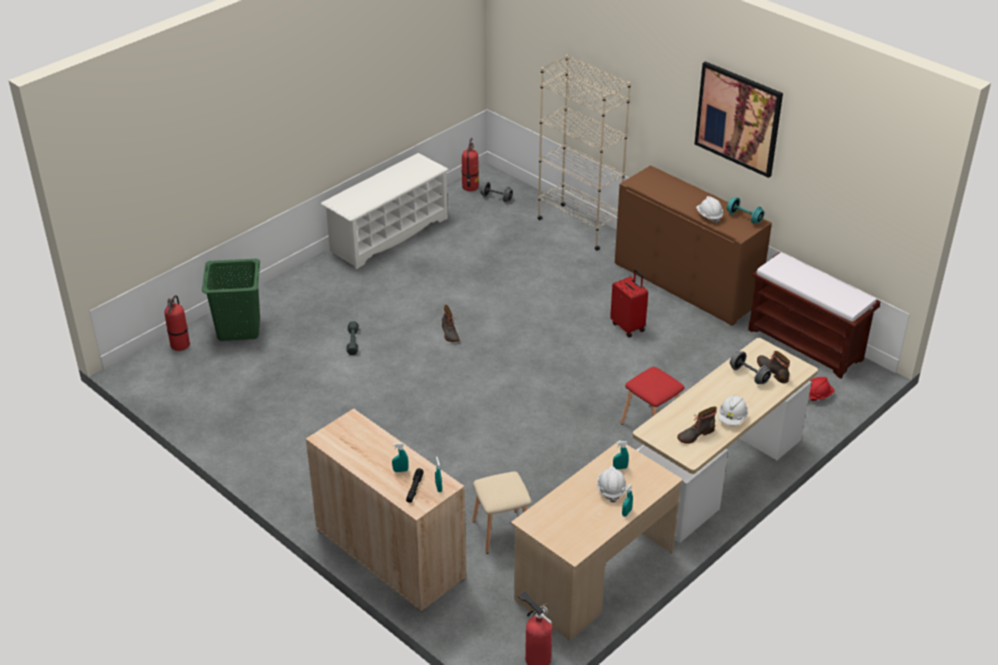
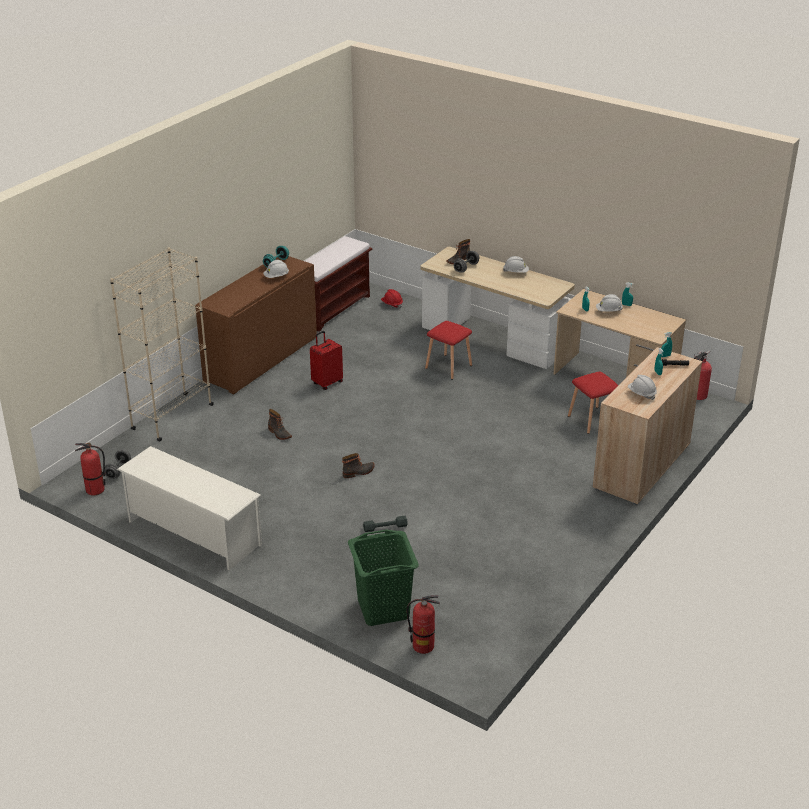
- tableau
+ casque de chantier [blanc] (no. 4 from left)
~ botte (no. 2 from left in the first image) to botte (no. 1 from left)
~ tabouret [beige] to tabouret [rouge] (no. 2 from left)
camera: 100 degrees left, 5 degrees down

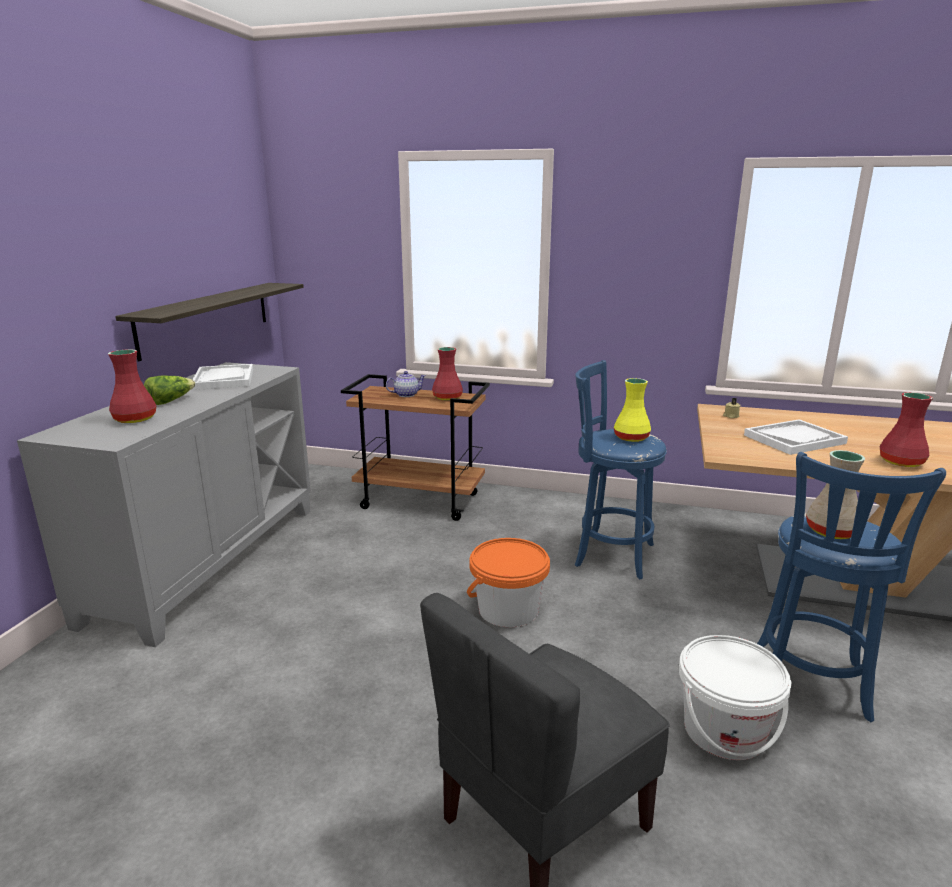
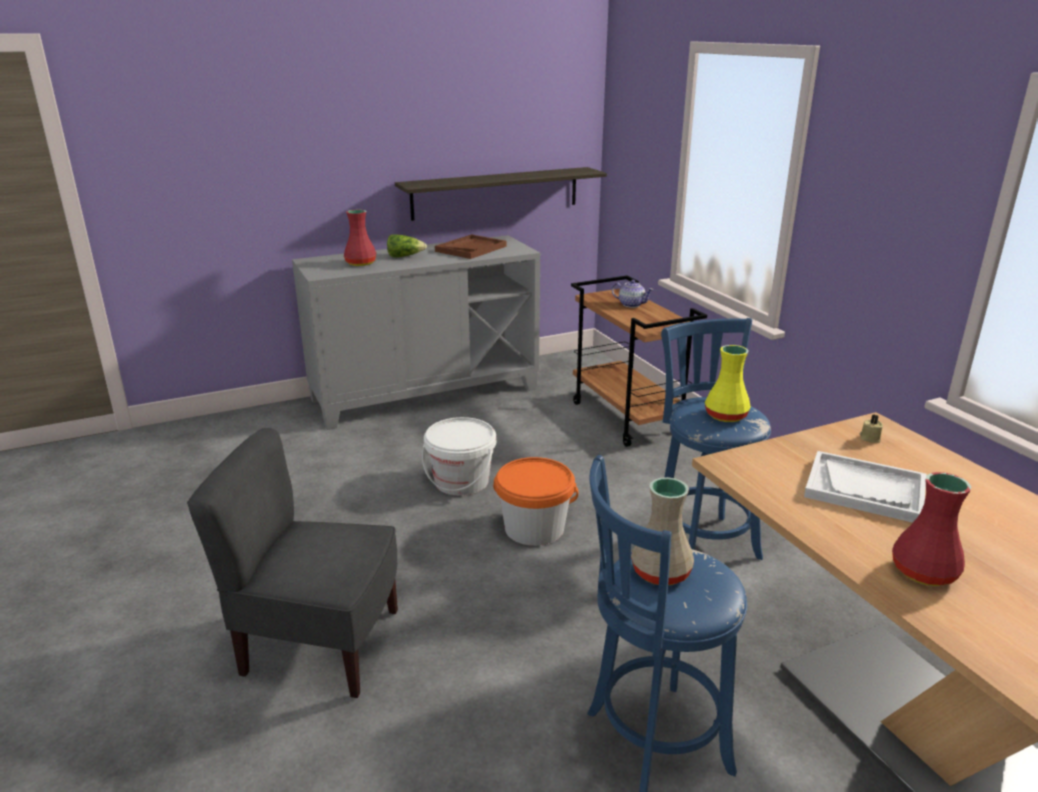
- vase [rouge] (no. 2 from left)
~ seau [blanc]
~ plateau [blanc] (no. 1 from left) to plateau [marron]
camera: 50 degrees right, 5 degrees up

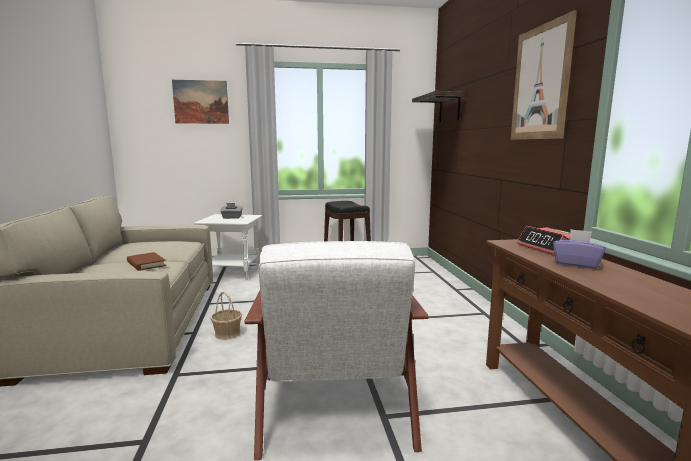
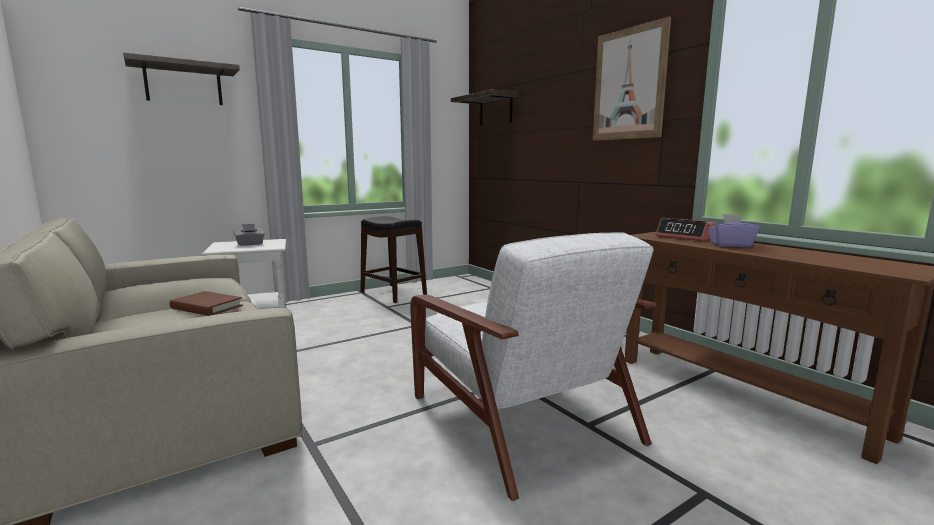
- panier
~ tableau (no. 1 from left) to étagère (no. 1 from left)
camera: 25 degrees left, 0 degrees up

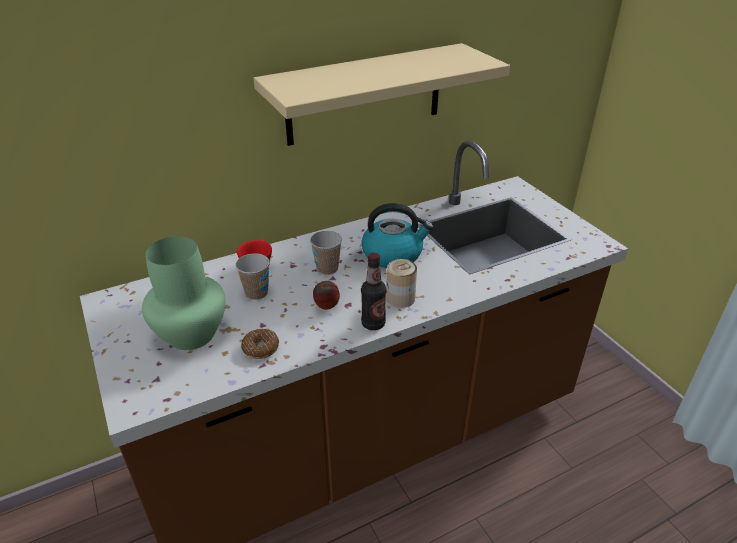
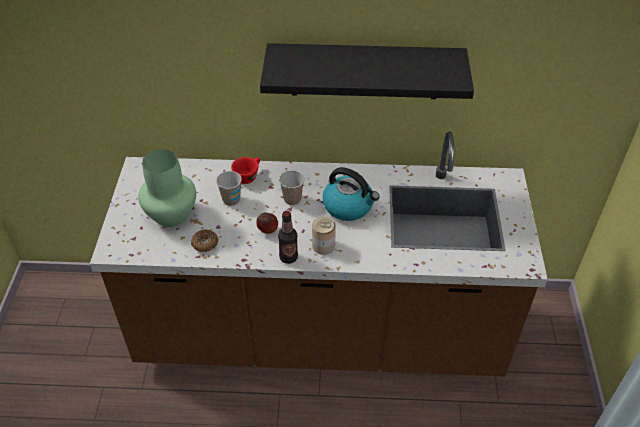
~ étagère [beige] to étagère [noir]
camera: 30 degrees right, 10 degrees up

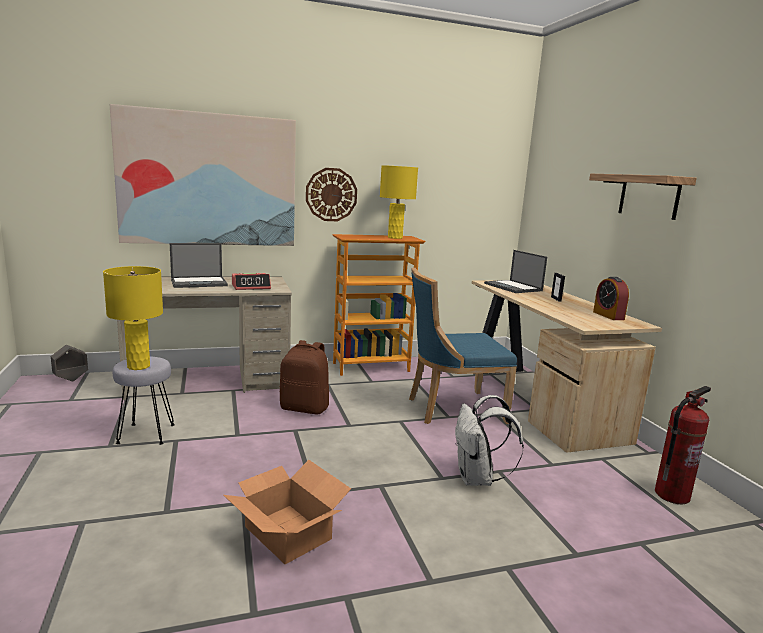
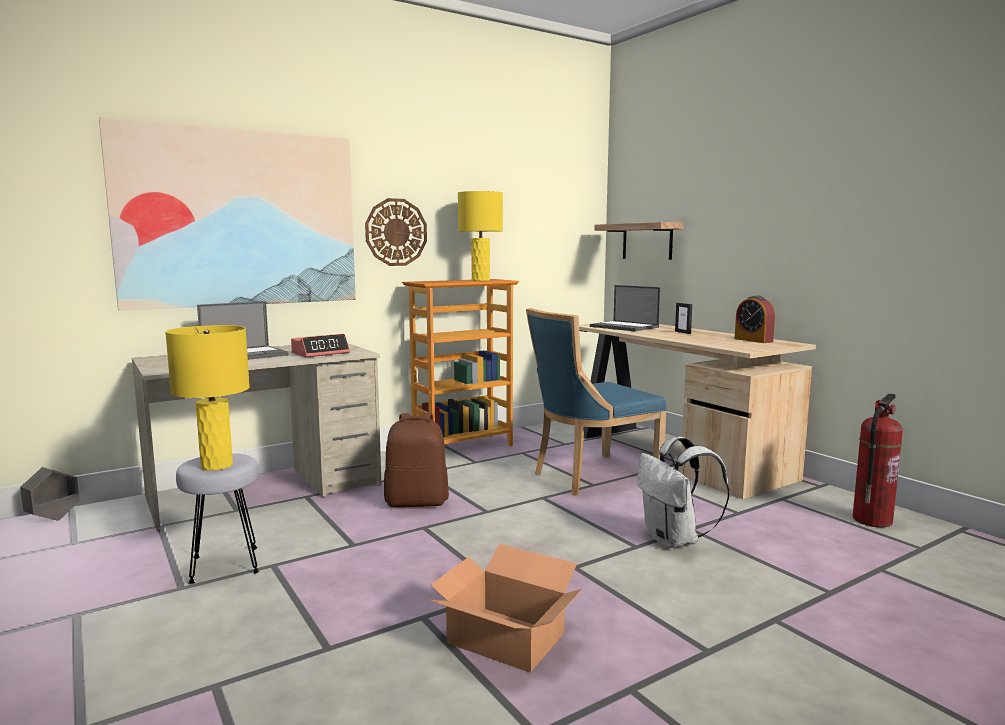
~ étagère
camera: 15 degrees left, 5 degrees down

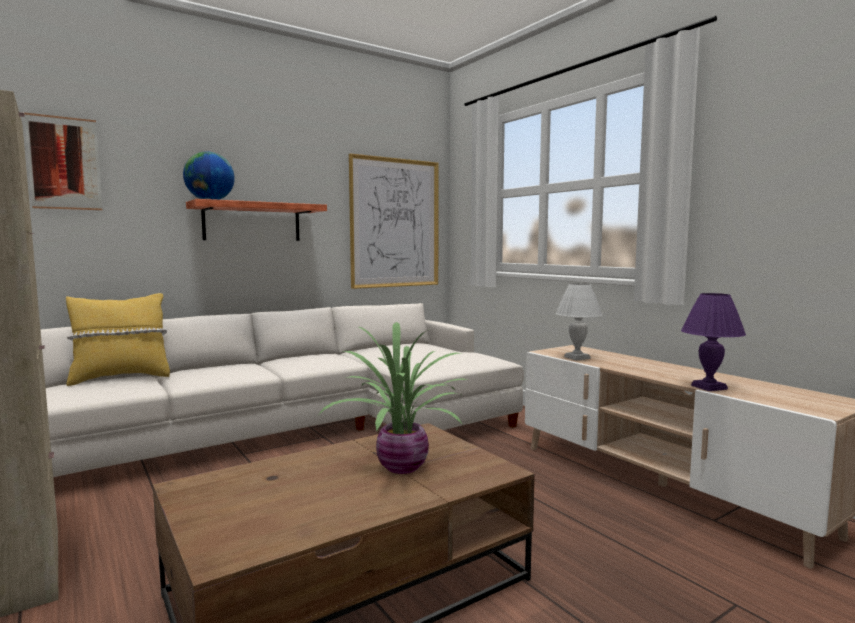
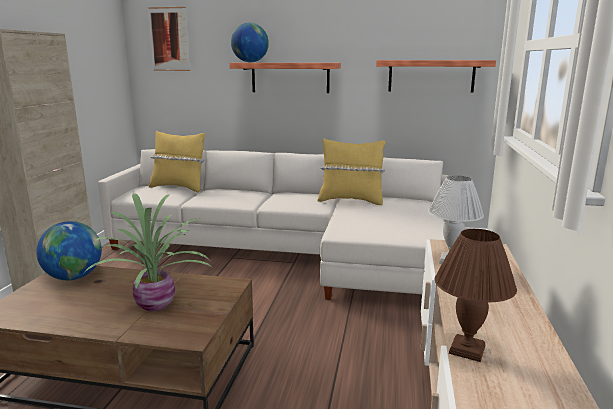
+ globe (no. 1 from left)
+ coussin [jaune] (no. 2 from left)
~ tableau (no. 2 from left) to étagère (no. 2 from left)
~ lampe de table [violet] to lampe de table [marron]
camera: 45 degrees right, 10 degrees up

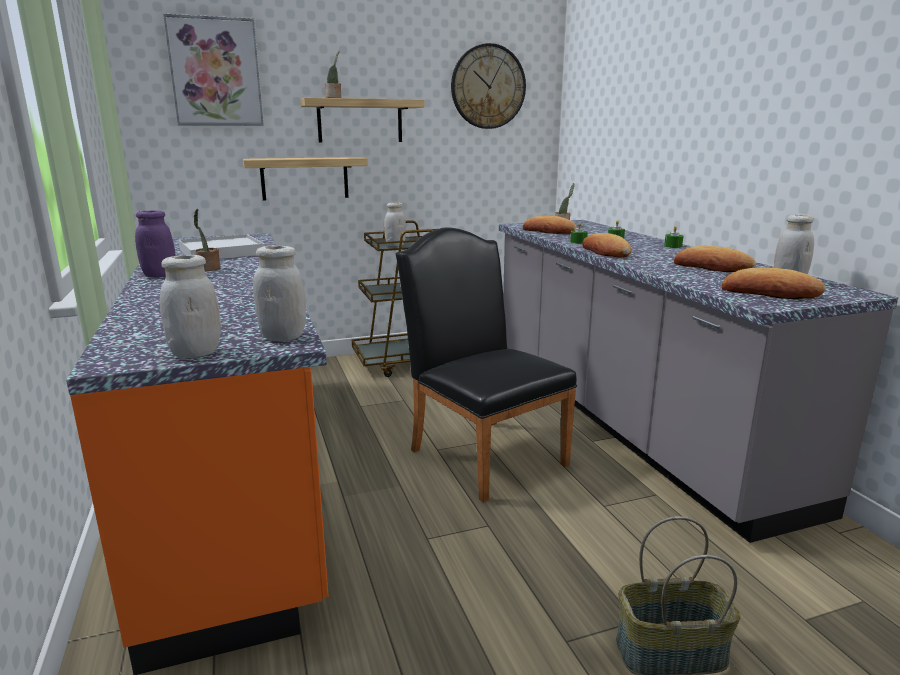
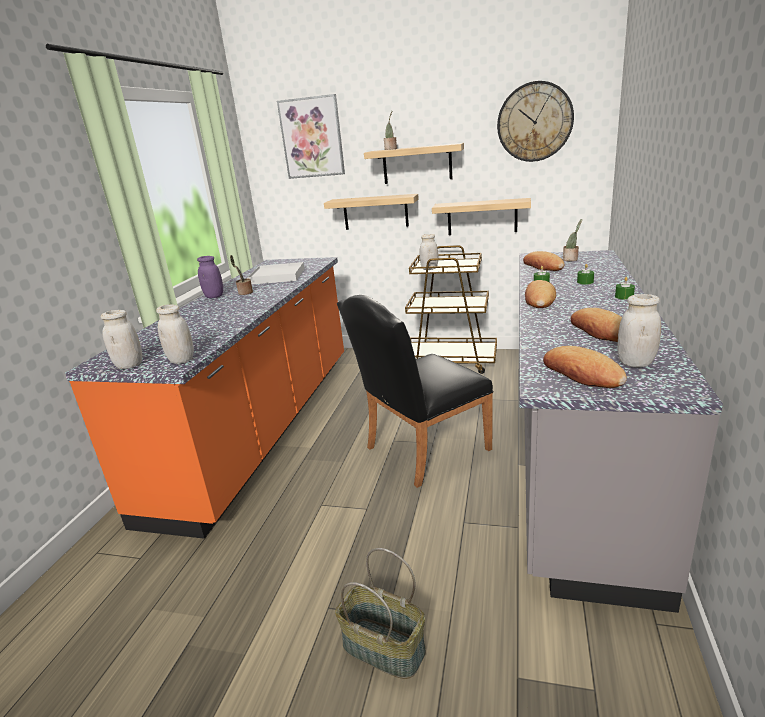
+ étagère (no. 3 from left)
~ chaise [noir] 120 degrees counterclockwise
camera: 35 degrees right, 5 degrees up

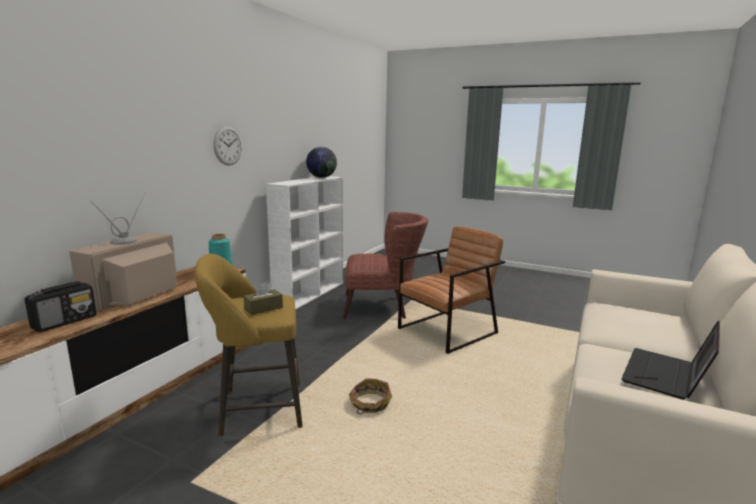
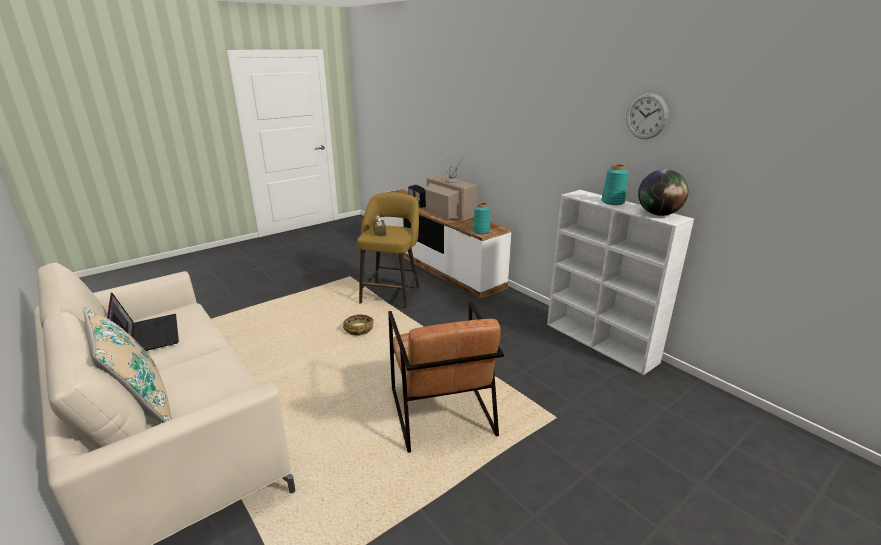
- fauteuil [marron] (no. 1 from left)
+ coussin [beige]
+ vase [turquoise] (no. 2 from left)
~ horloge murale
camera: 115 degrees right, 10 degrees up

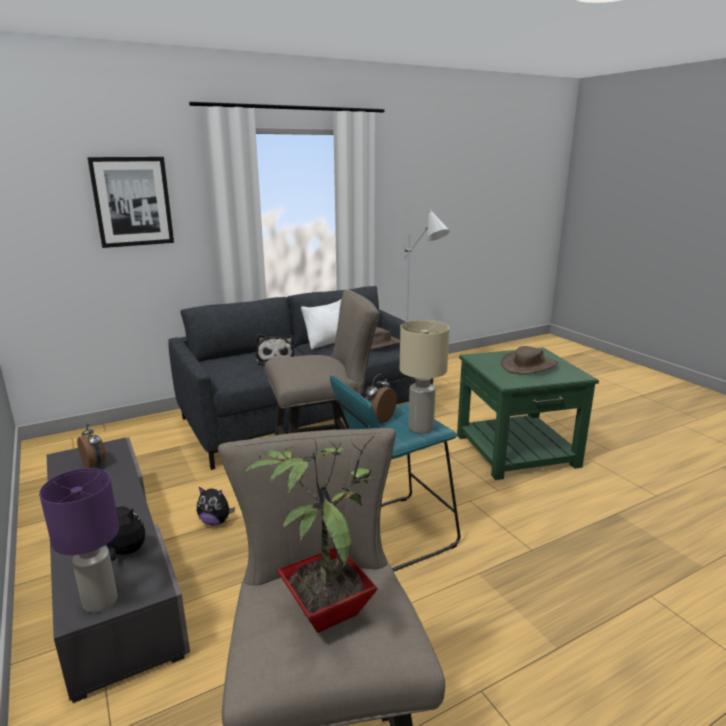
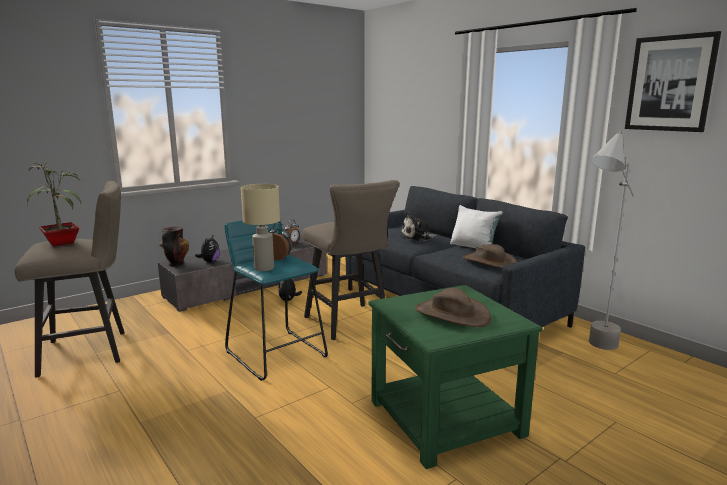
~ tableau
~ lampe de table [violet] to vase
camera: 80 degrees right, 5 degrees down

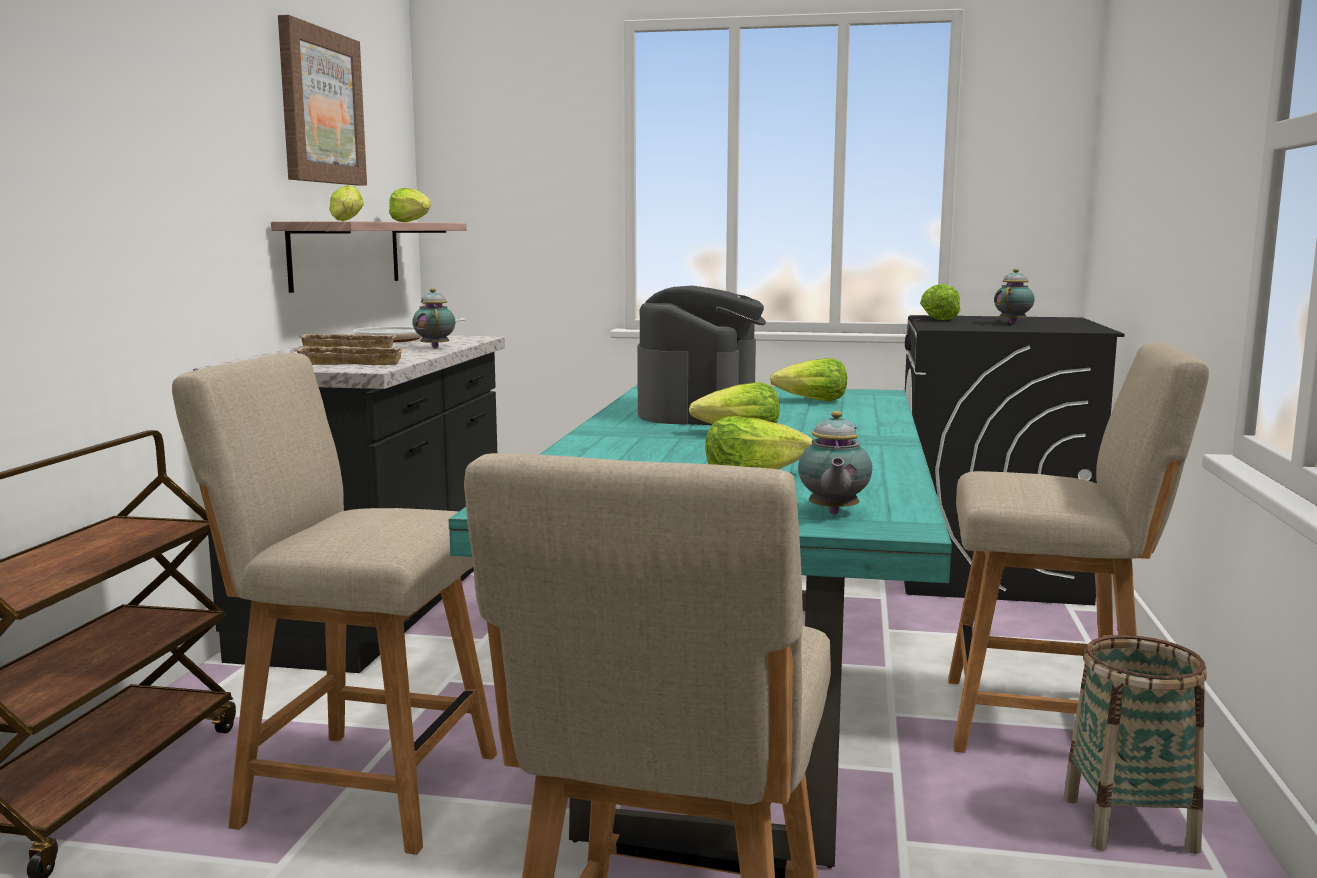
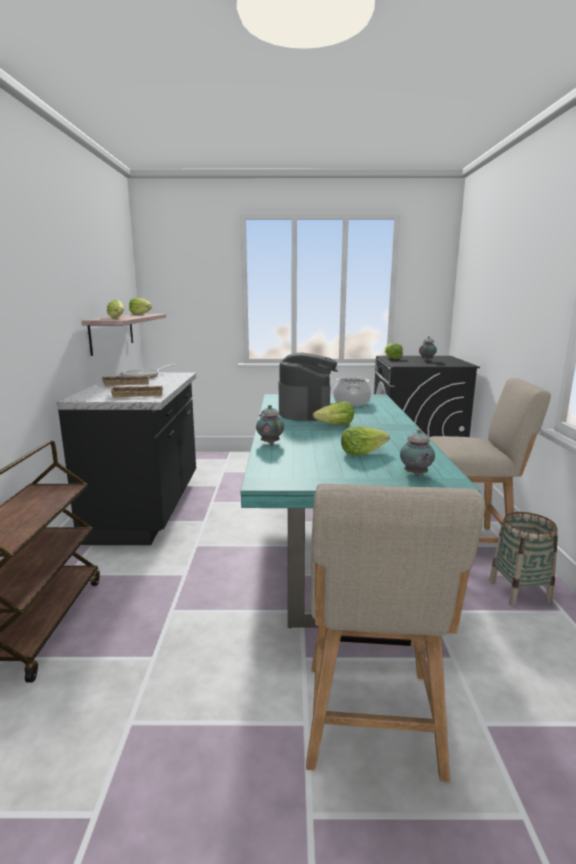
- chaise [beige] (no. 1 from left)
- tableau
~ théière (no. 1 from left)
~ laitue (no. 5 from left) to marmite
camera: 10 degrees left, 5 degrees up

